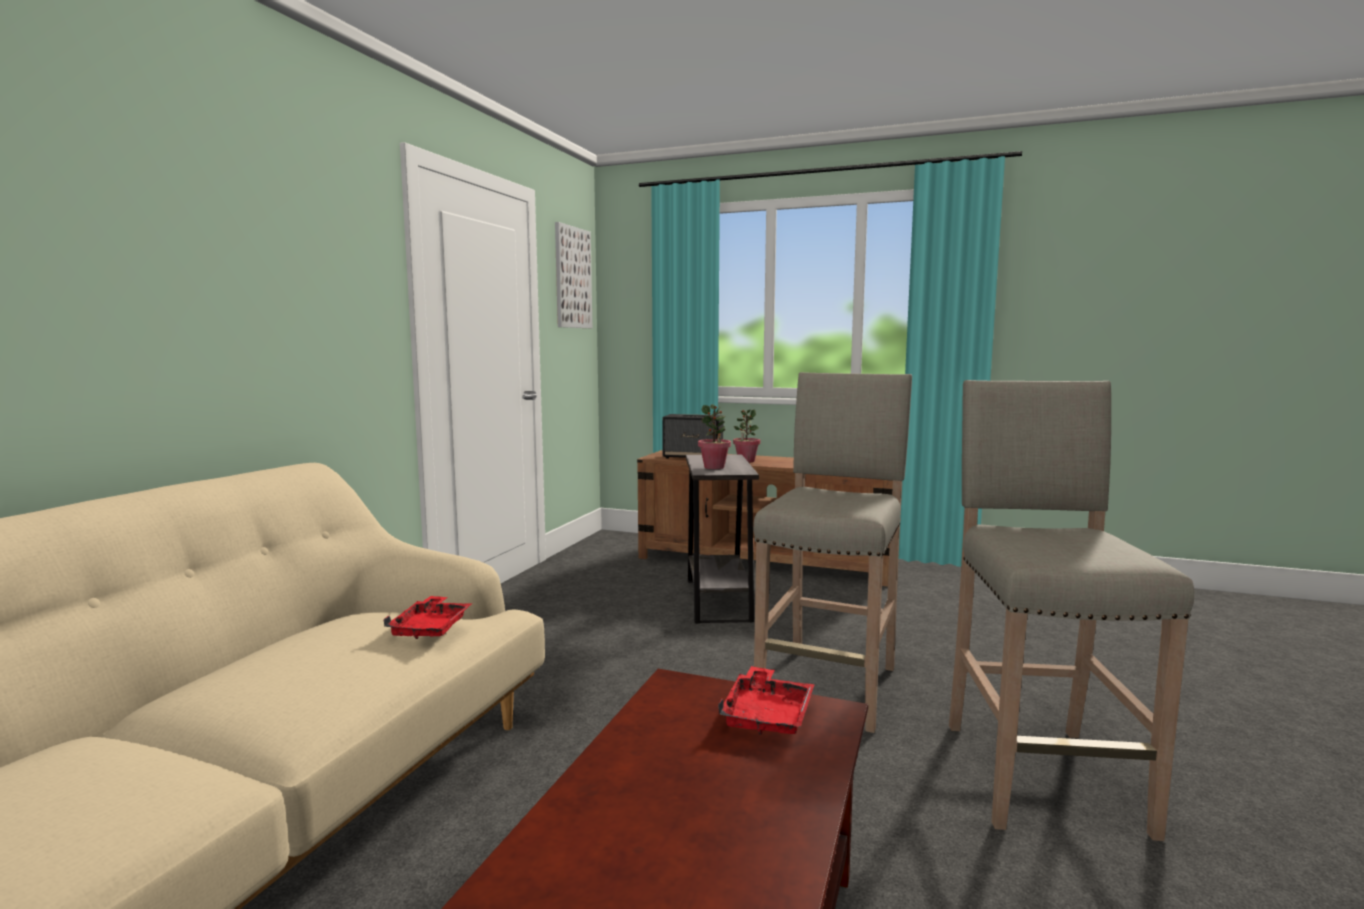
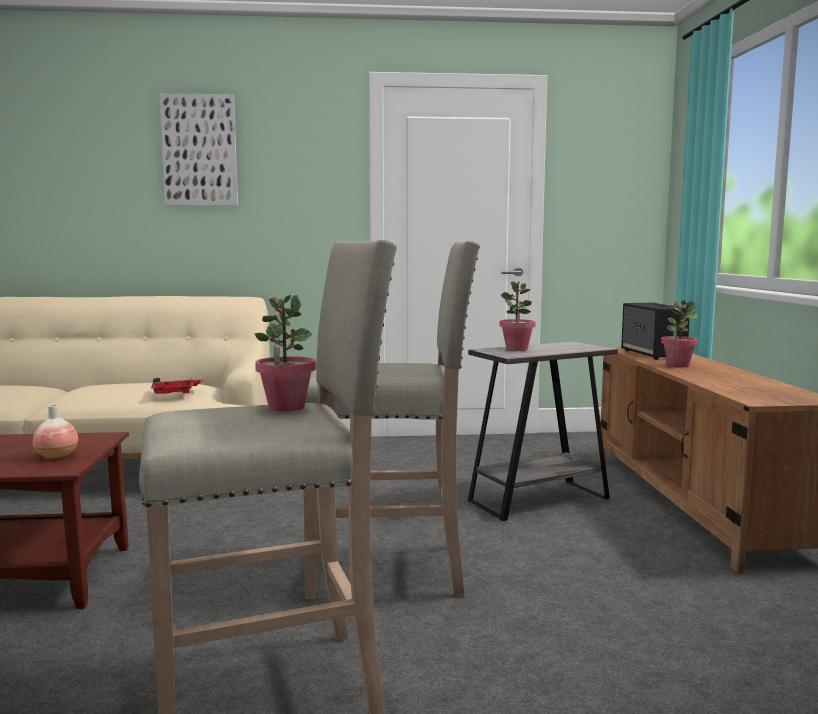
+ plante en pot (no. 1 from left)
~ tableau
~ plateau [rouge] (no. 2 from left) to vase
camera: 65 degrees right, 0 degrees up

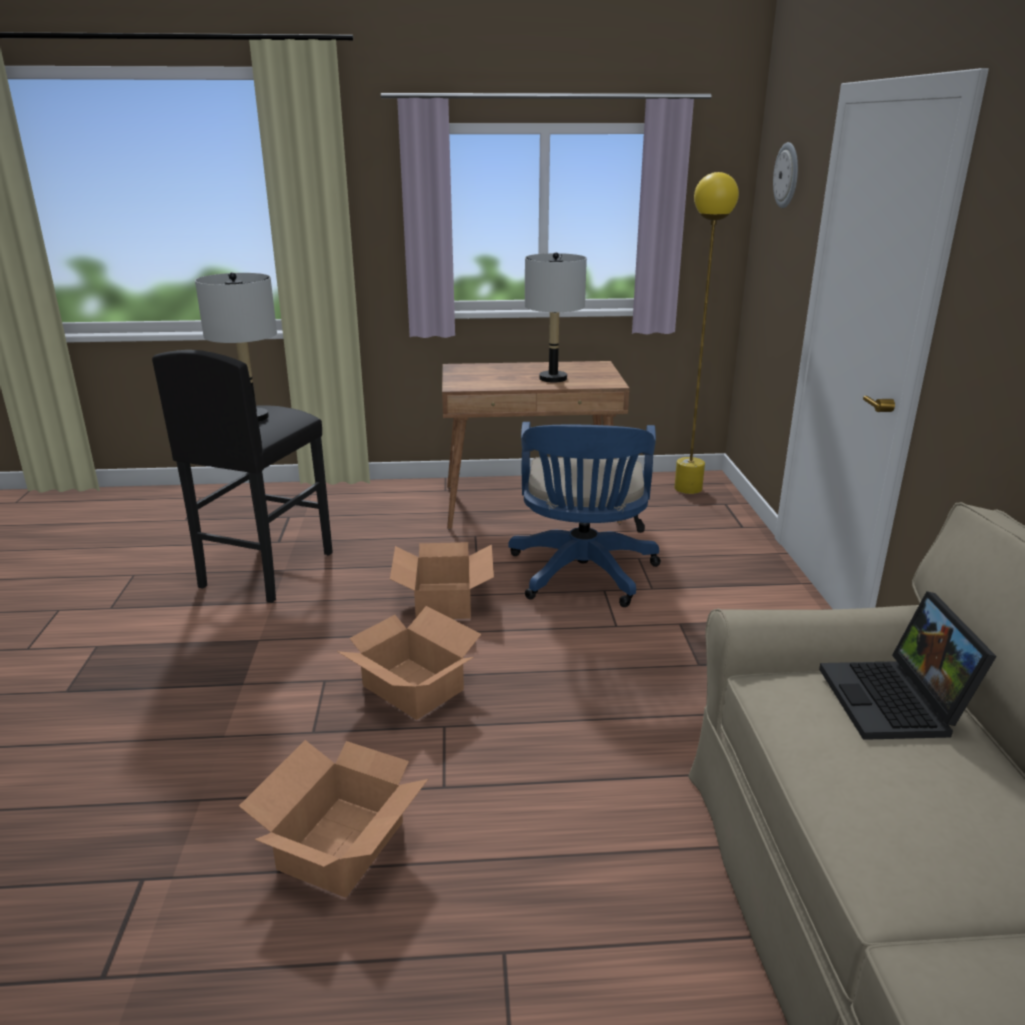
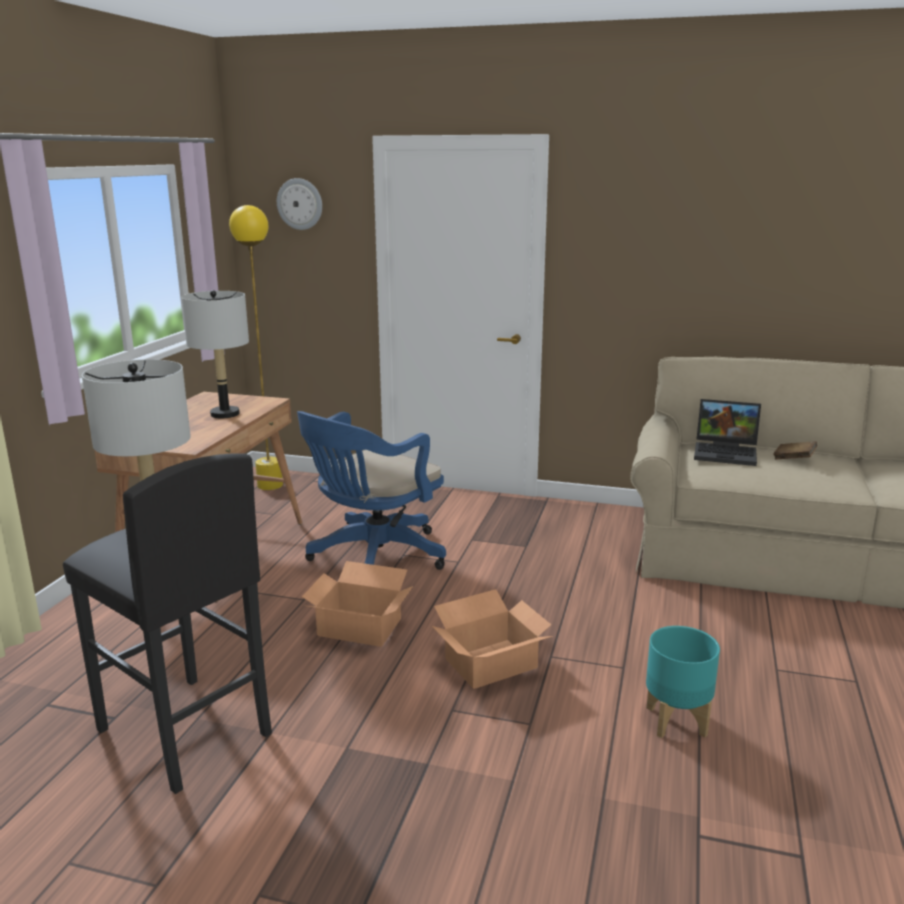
+ livre [marron]
~ carton (no. 1 from left) to cache-pot [turquoise]
~ chaise de bureau [bleu] 105 degrees clockwise
camera: 70 degrees left, 5 degrees down

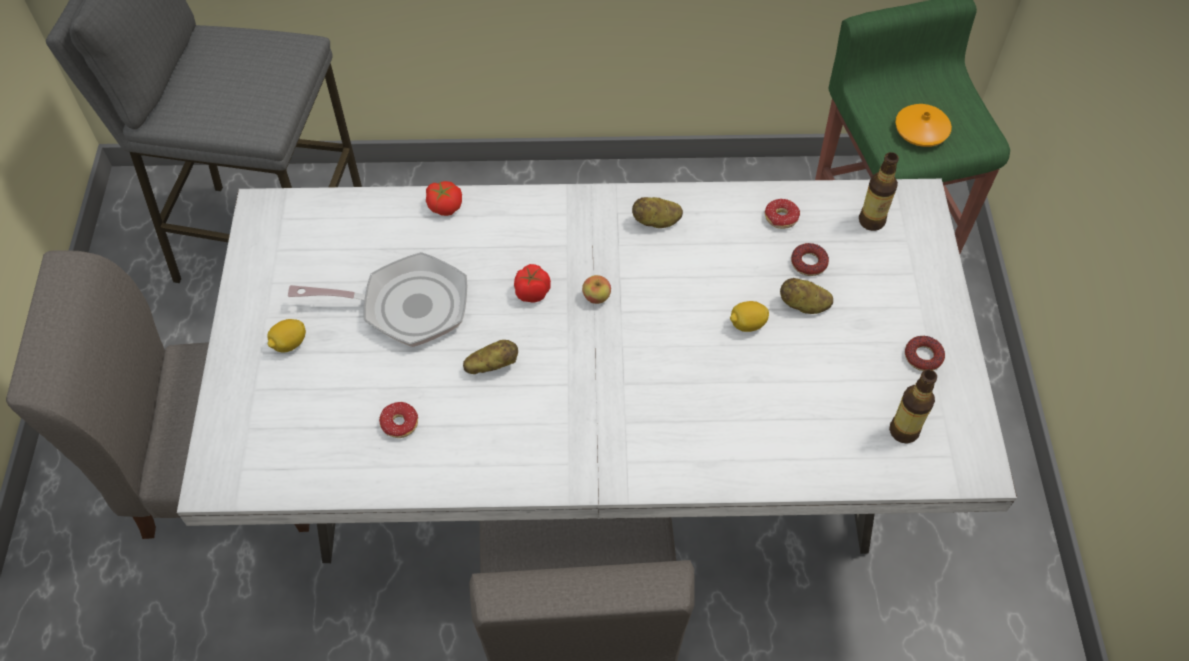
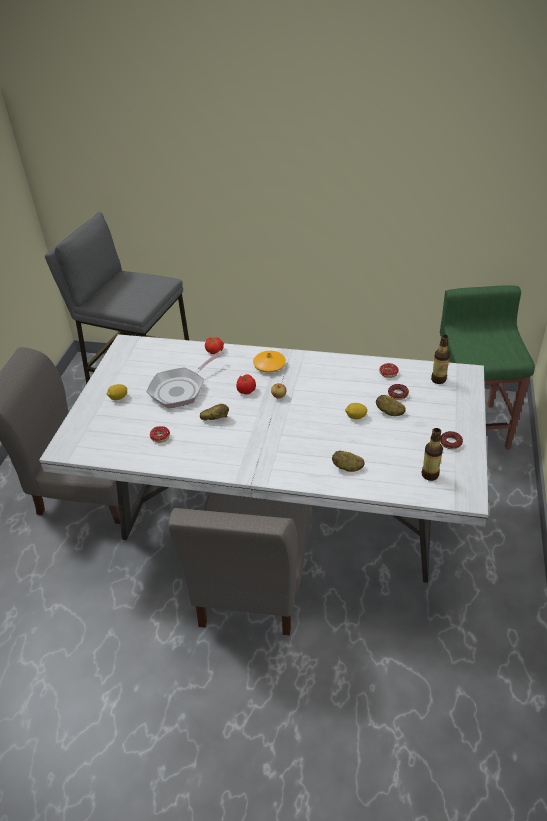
~ pomme de terre (no. 2 from left)
~ vase [orange]
~ poêle 120 degrees clockwise
camera: 15 degrees right, 15 degrees down

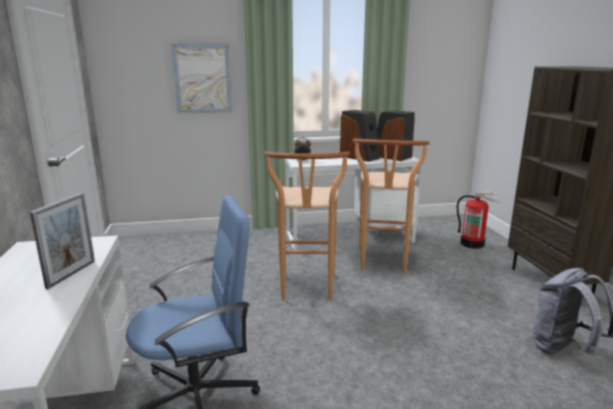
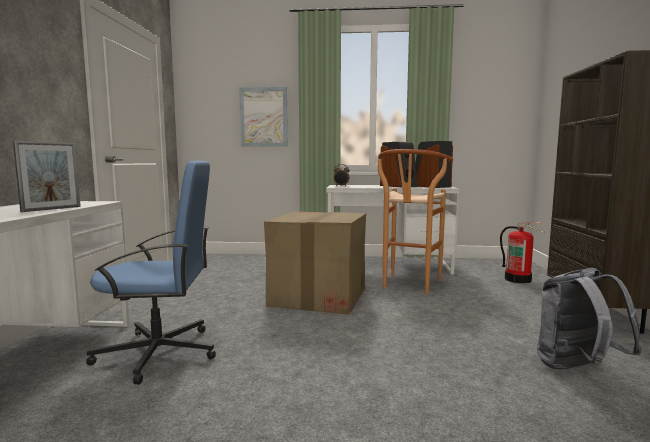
~ tabouret [marron] (no. 1 from left) to carton
camera: 15 degrees right, 10 degrees down

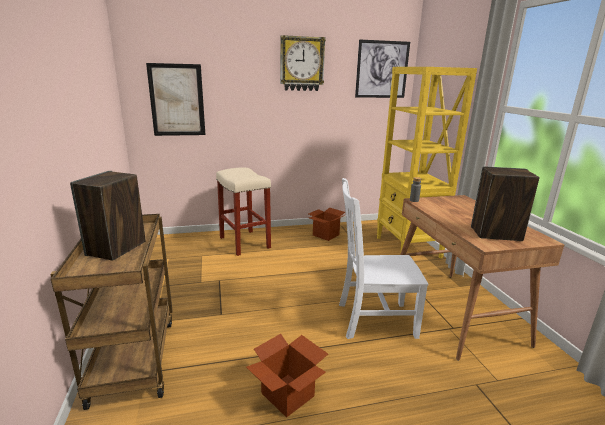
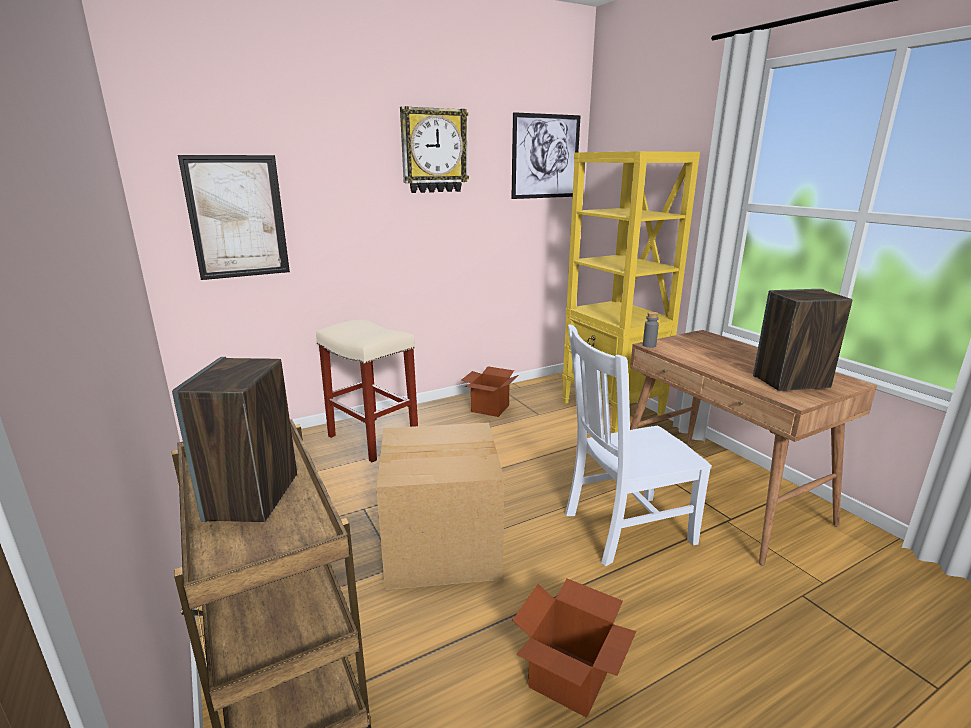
+ carton (no. 1 from left)
camera: 15 degrees left, 0 degrees up

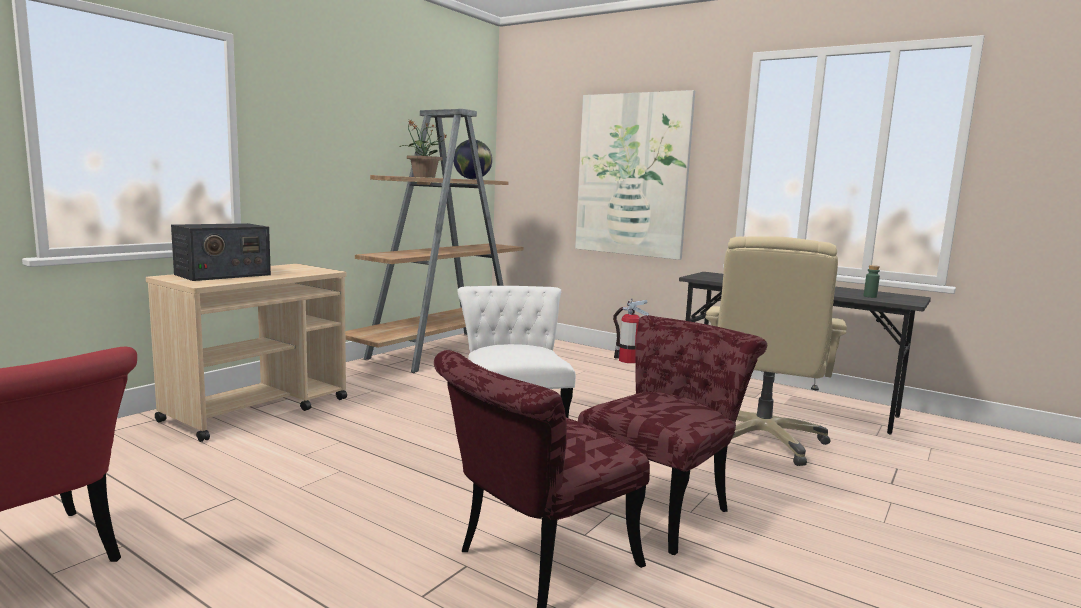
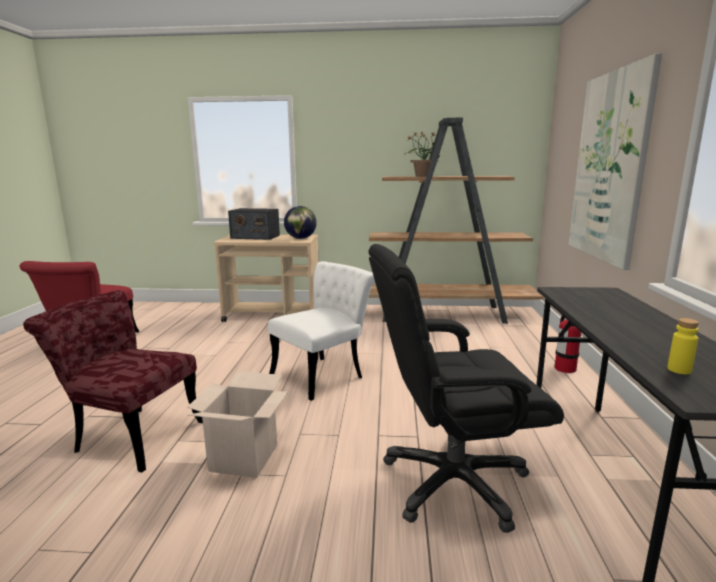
~ globe
~ chaise [rouge] (no. 3 from left) to carton
~ chaise de bureau [beige] to chaise de bureau [noir]
~ bouteille [vert] to bouteille [jaune]
camera: 60 degrees right, 5 degrees up

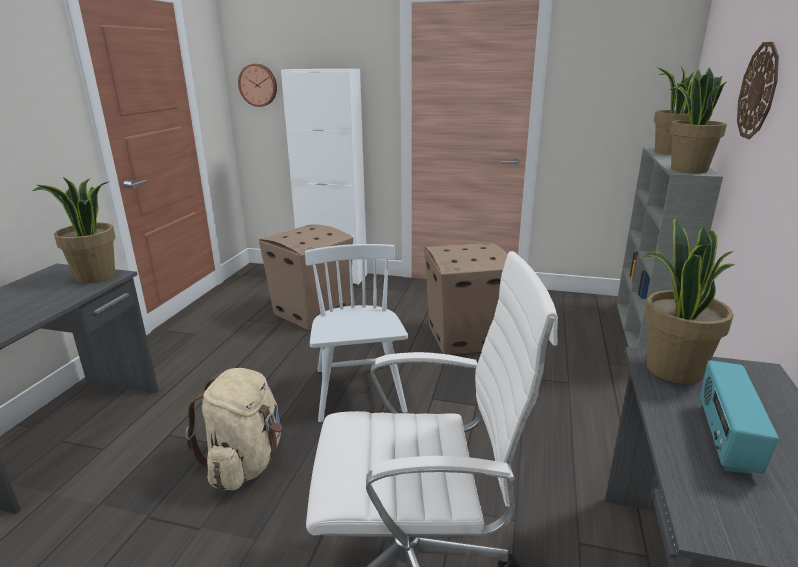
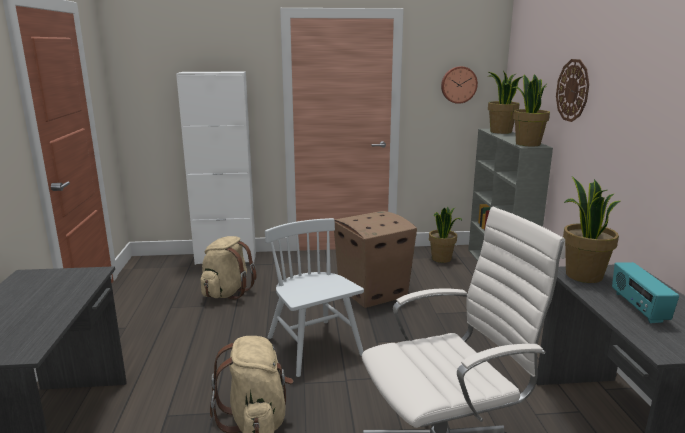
~ plante en pot (no. 1 from left)
~ horloge murale (no. 1 from left)
~ carton (no. 1 from left) to sac à dos [beige] (no. 1 from left)
camera: 20 degrees left, 5 degrees down

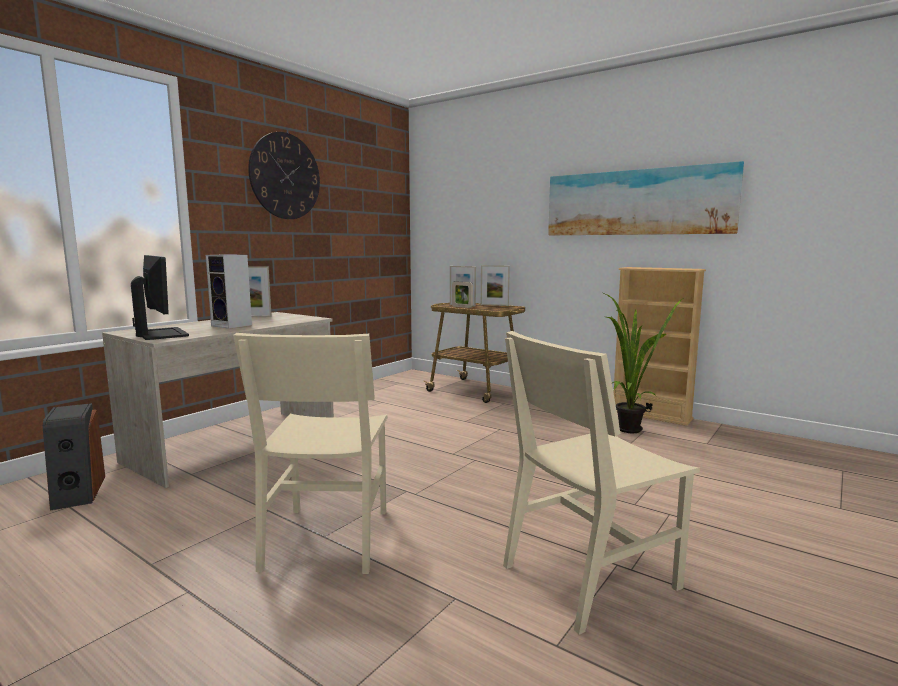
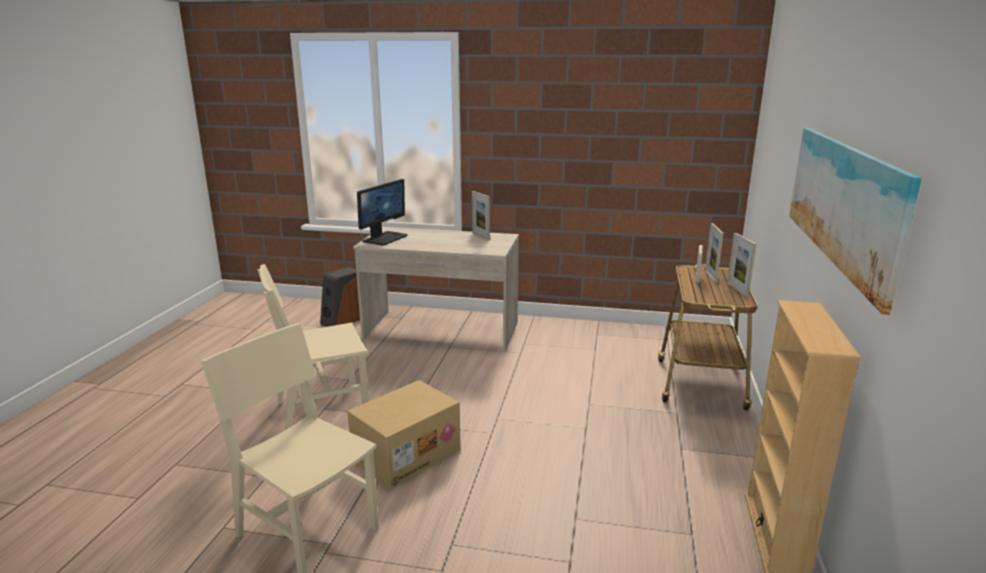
- enceinte (no. 2 from left)
- horloge murale
- plante en pot
+ carton
camera: 65 degrees right, 10 degrees up

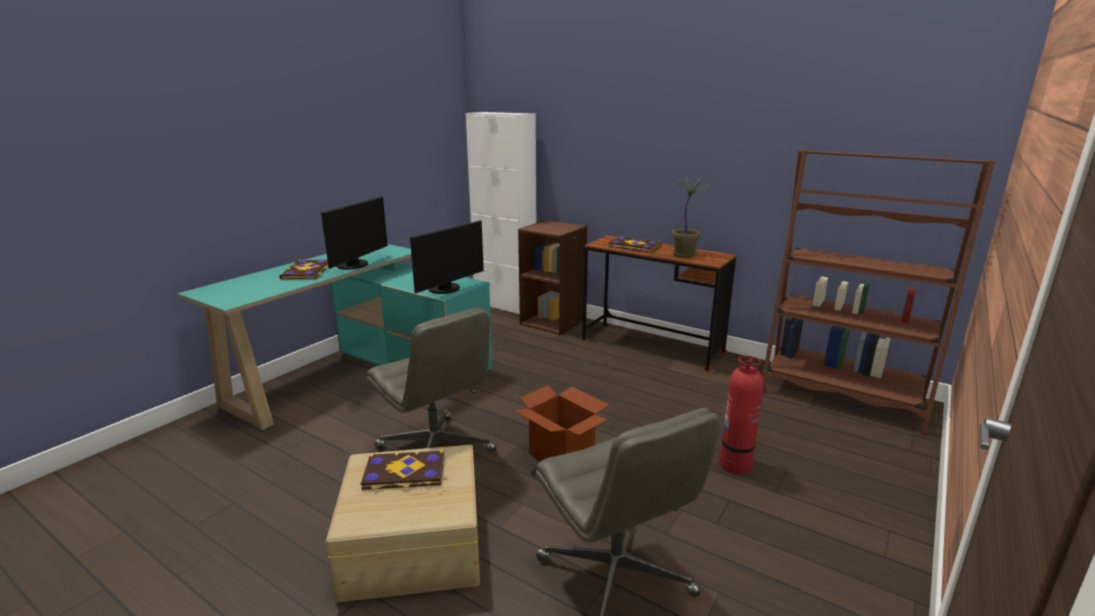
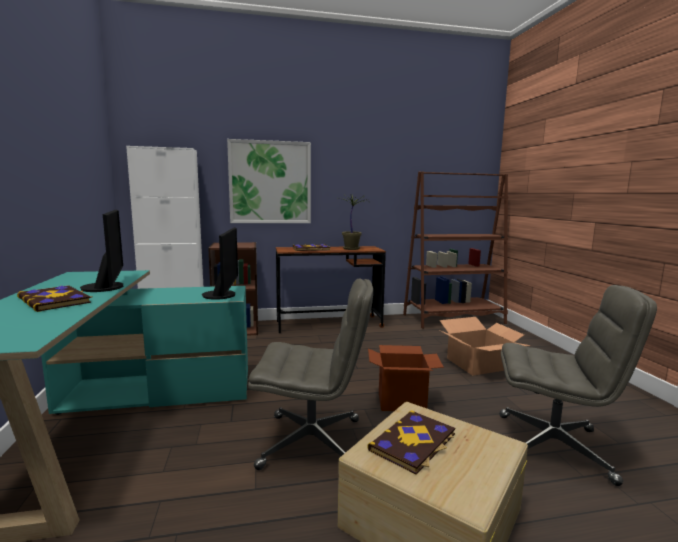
+ tableau
~ extincteur to carton (no. 2 from left)
camera: 45 degrees left, 10 degrees down

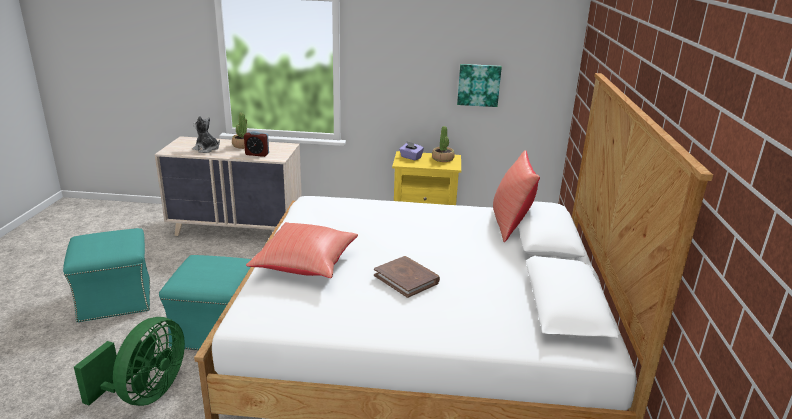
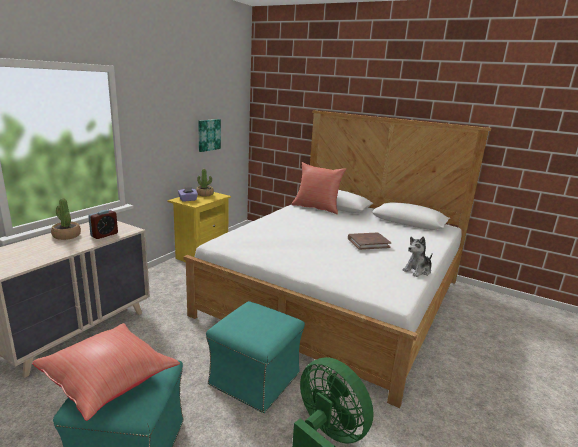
~ peluche
~ coussin [rouge] (no. 1 from left)
camera: 65 degrees left, 5 degrees down

